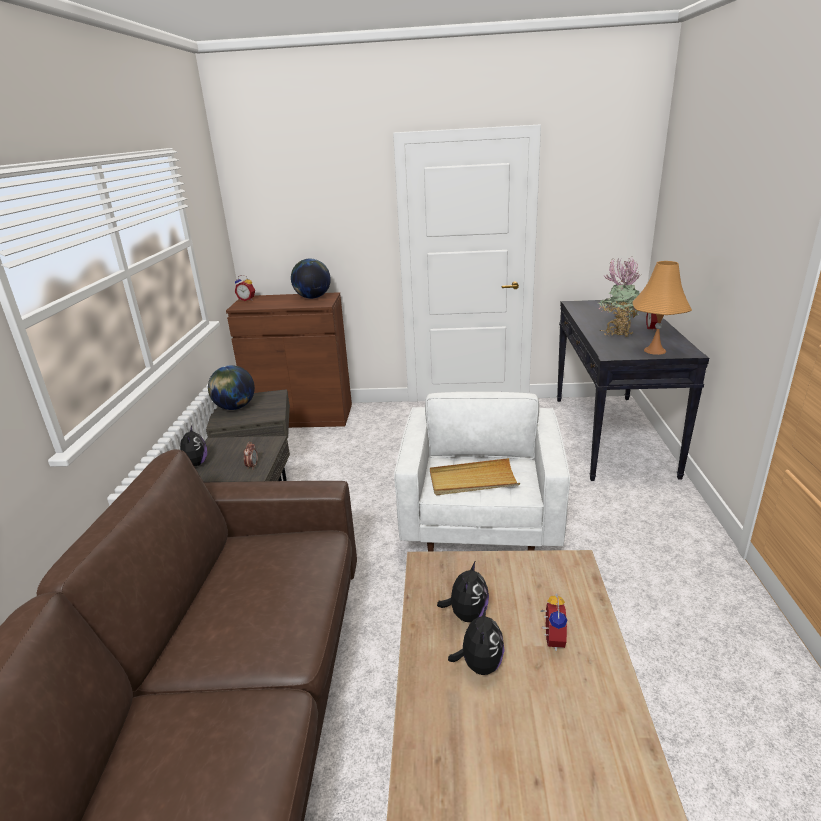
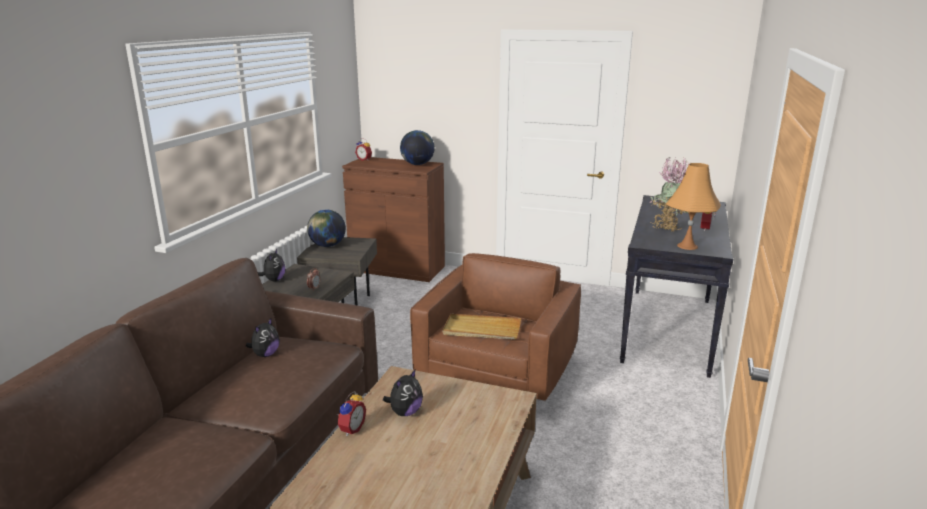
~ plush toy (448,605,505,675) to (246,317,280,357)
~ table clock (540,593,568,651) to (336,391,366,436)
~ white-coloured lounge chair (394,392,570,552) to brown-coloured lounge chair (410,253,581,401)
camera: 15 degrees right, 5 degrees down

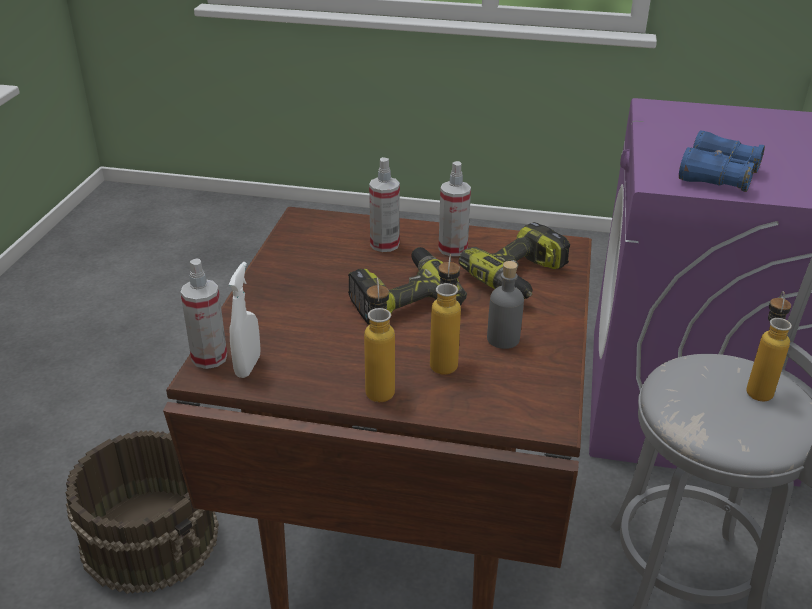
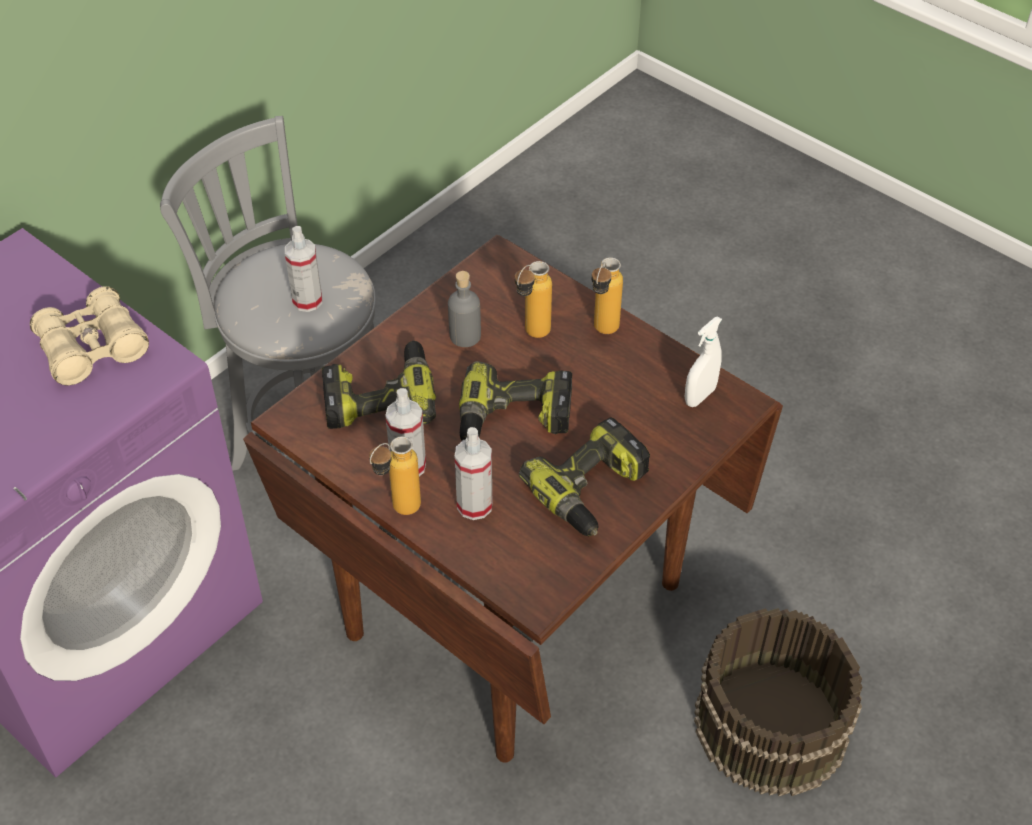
+ drill (519,417,650,536)
~ sprayer (180,258,227,369) to (285,226,322,312)
~ beverage bottle (746,291,792,401) to (369,436,421,515)
~ bluish field glasses (679,130,765,192) to beige-coloured field glasses (30,286,149,385)
camera: 150 degrees left, 15 degrees up

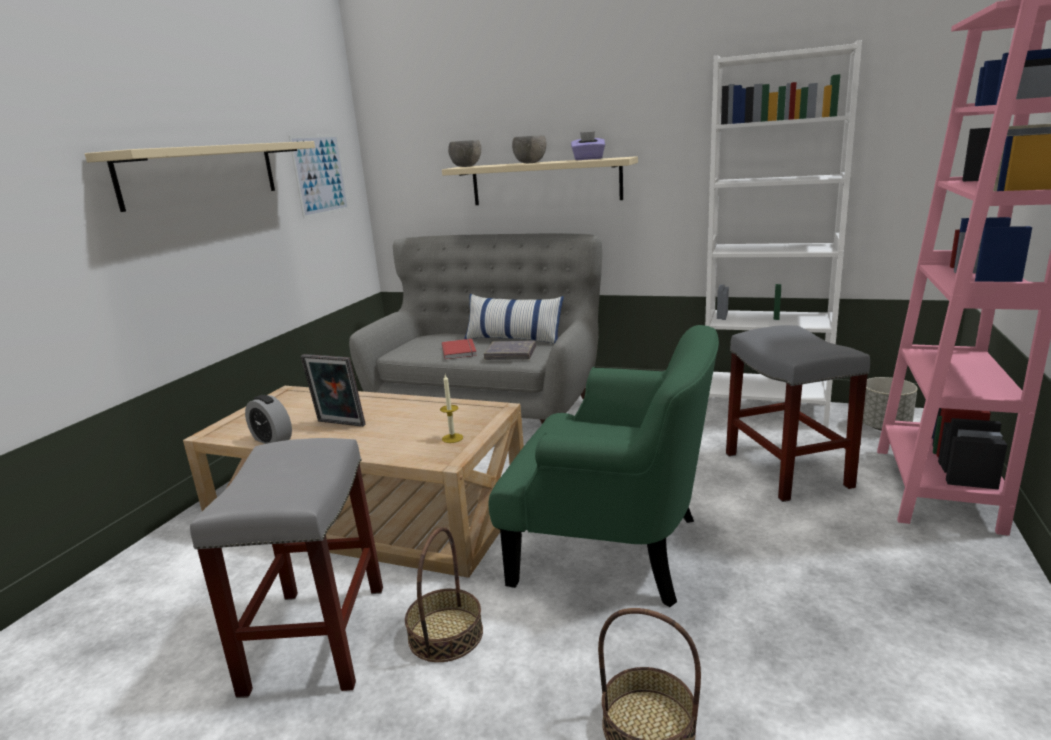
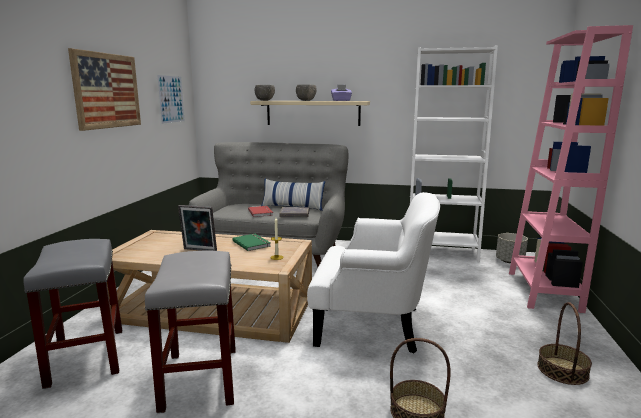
- table clock (245,395,292,444)
+ green-coloured book (232,234,270,251)
~ storage basket (405,527,483,662) to (537,302,592,385)
~ gray stool (726,325,870,502) to (24,239,122,389)
~ beige-coloured wall shelf (85,141,315,212) to picture (68,48,141,131)
~ green-coloured lounge chair (489,325,719,607) to white-coloured lounge chair (307,192,440,354)
camera: 10 degrees left, 5 degrees down

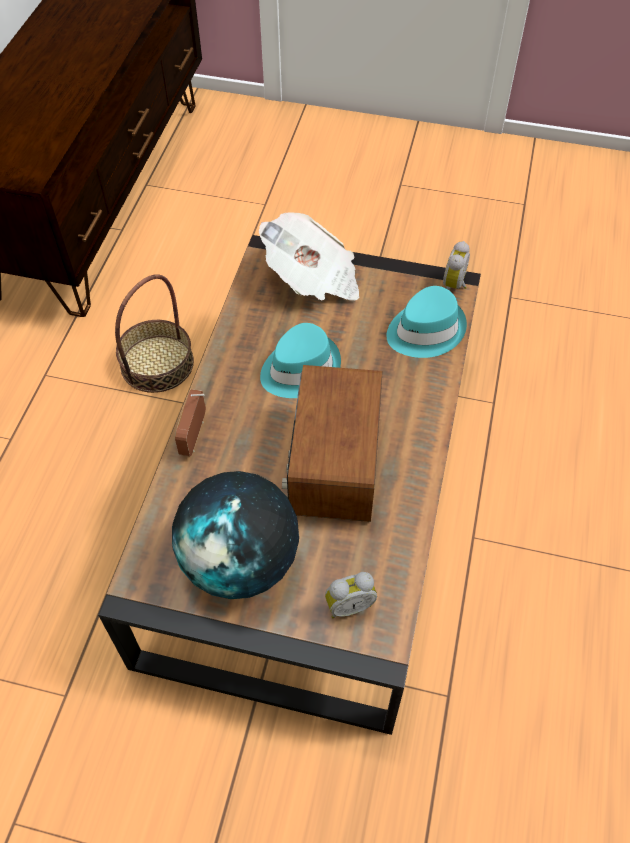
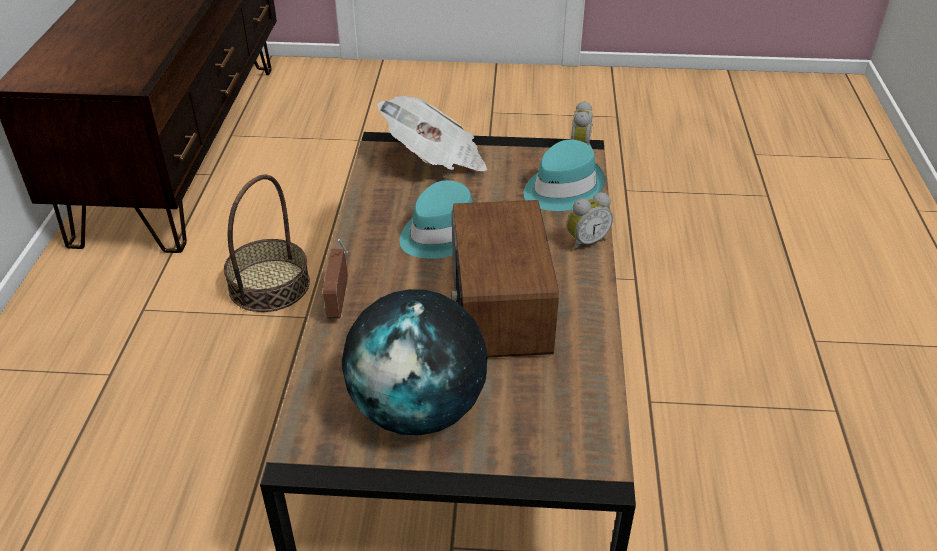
~ table clock (325,572,377,618) to (567,192,613,251)
camera: 10 degrees left, 15 degrees down

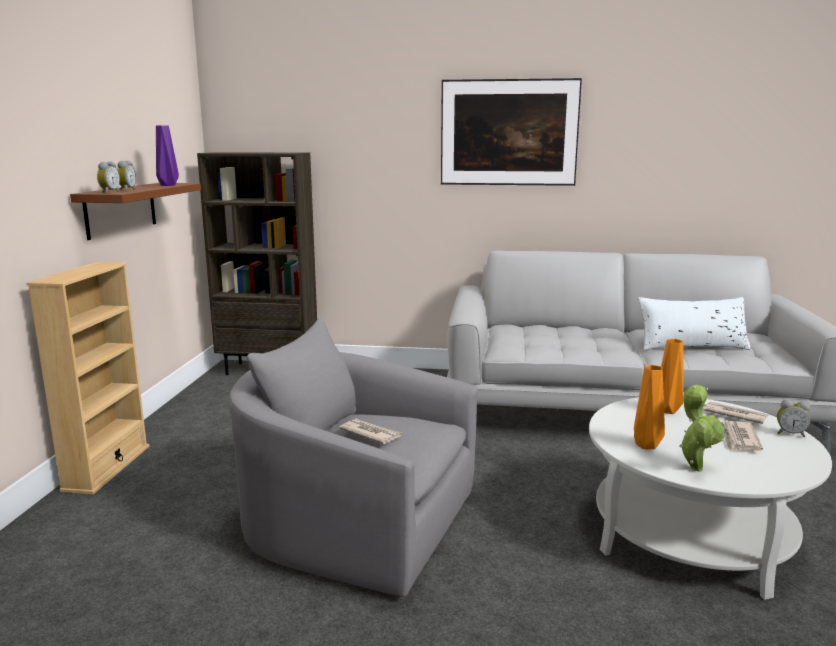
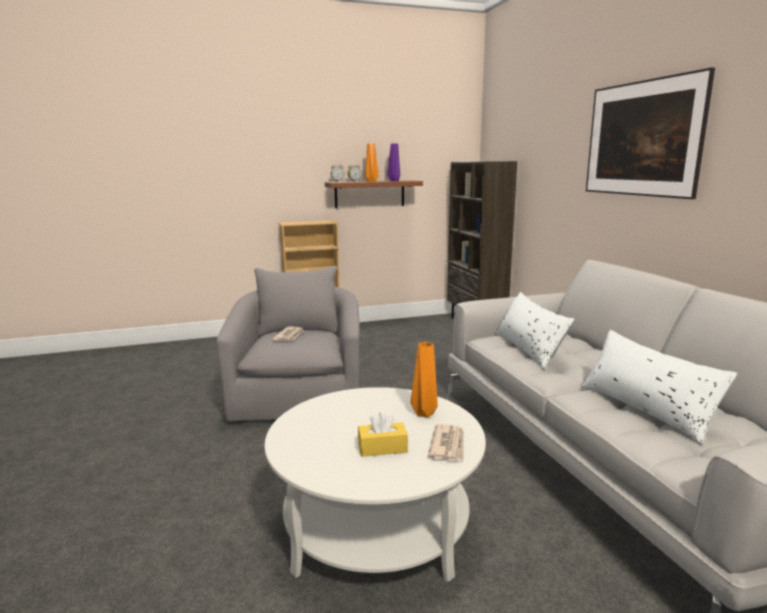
- potted plant (679,384,725,472)
- table clock (777,399,810,437)
+ white-coloured cushion (496,292,575,370)
~ orange-coloured decorative vase (634,365,665,449) to (365,143,379,182)
~ printed paper (722,421,763,451) to yellowish tissue box (358,411,408,457)
camera: 65 degrees right, 0 degrees up

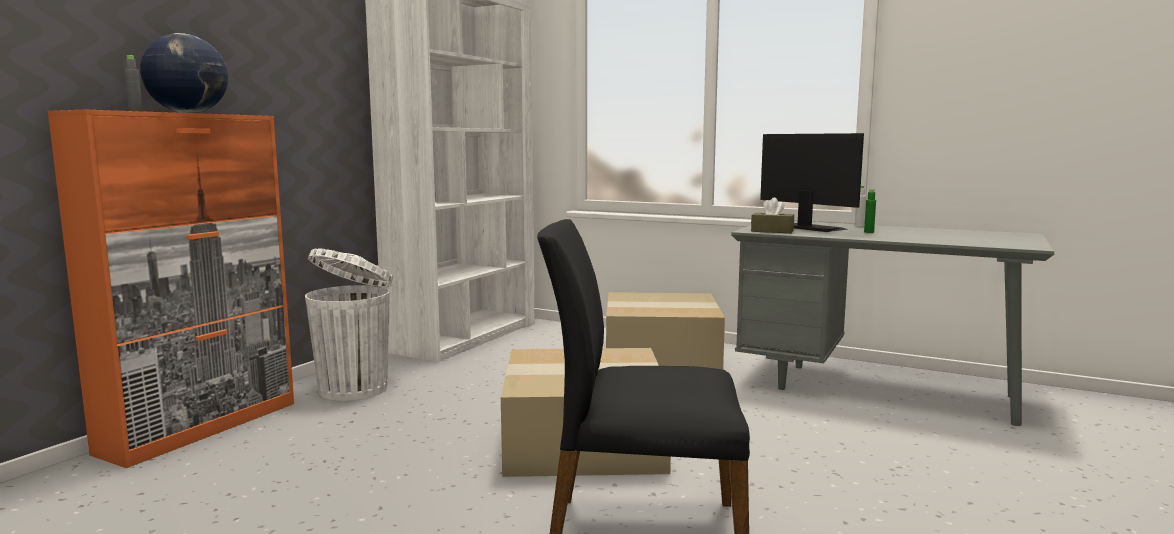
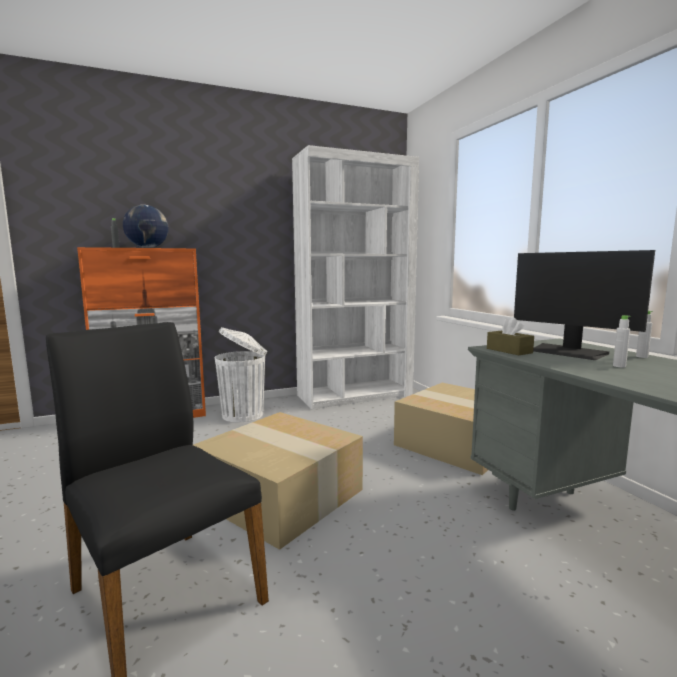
~ green-coloured beverage bottle (864,189,876,233) to white-coloured beverage bottle (613,315,631,368)
~ computer display (760,133,864,232) = (514,250,655,360) 135 degrees clockwise
camera: 40 degrees right, 0 degrees up

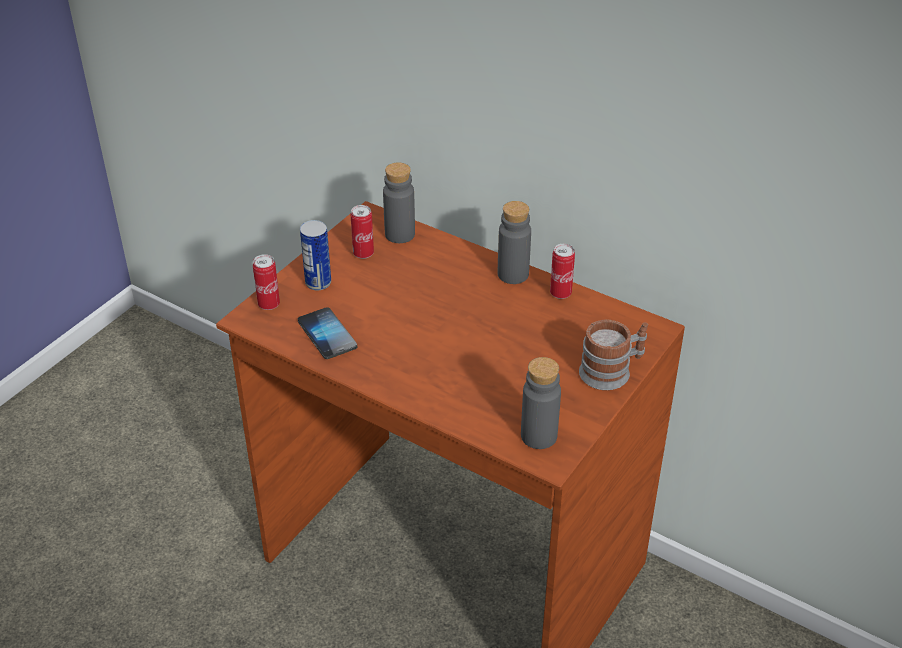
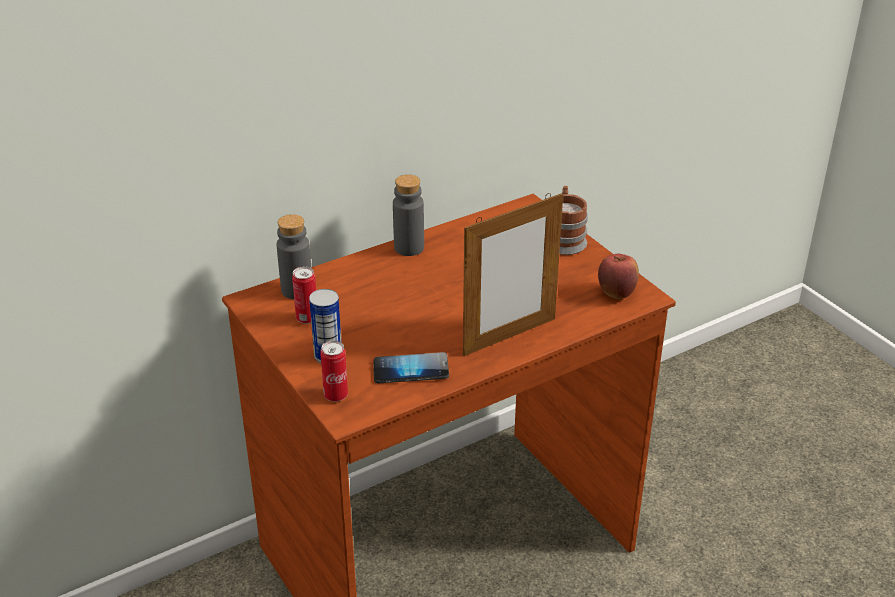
- can (550,244,575,299)
+ picture frame (463,193,563,356)
~ gray beverage bottle (521,357,561,449) to whole apple (598,254,639,299)
camera: 65 degrees left, 5 degrees down

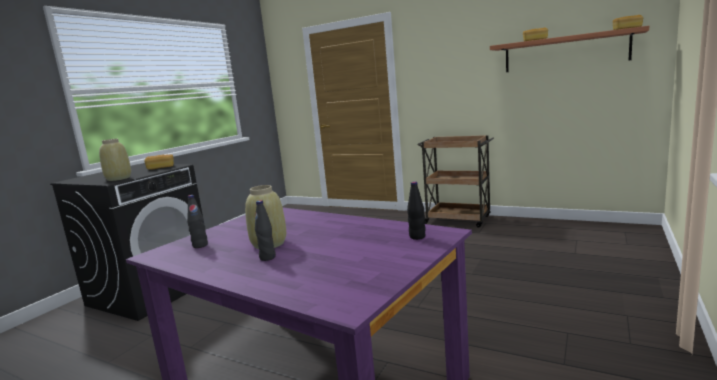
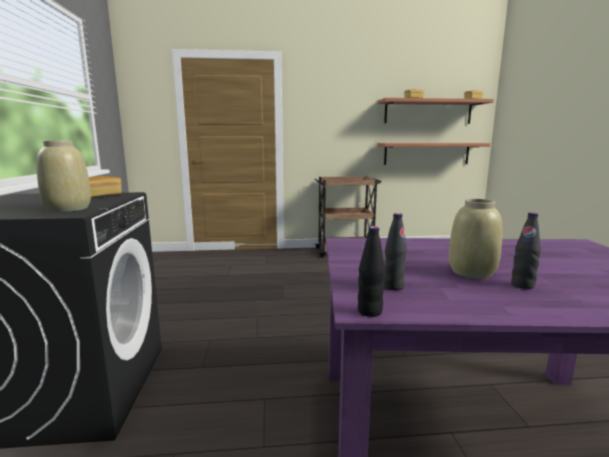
+ wall shelf (377,143,490,165)
~ blackish beverage bottle (407,181,426,240) to (358,226,385,317)
camera: 35 degrees left, 0 degrees up

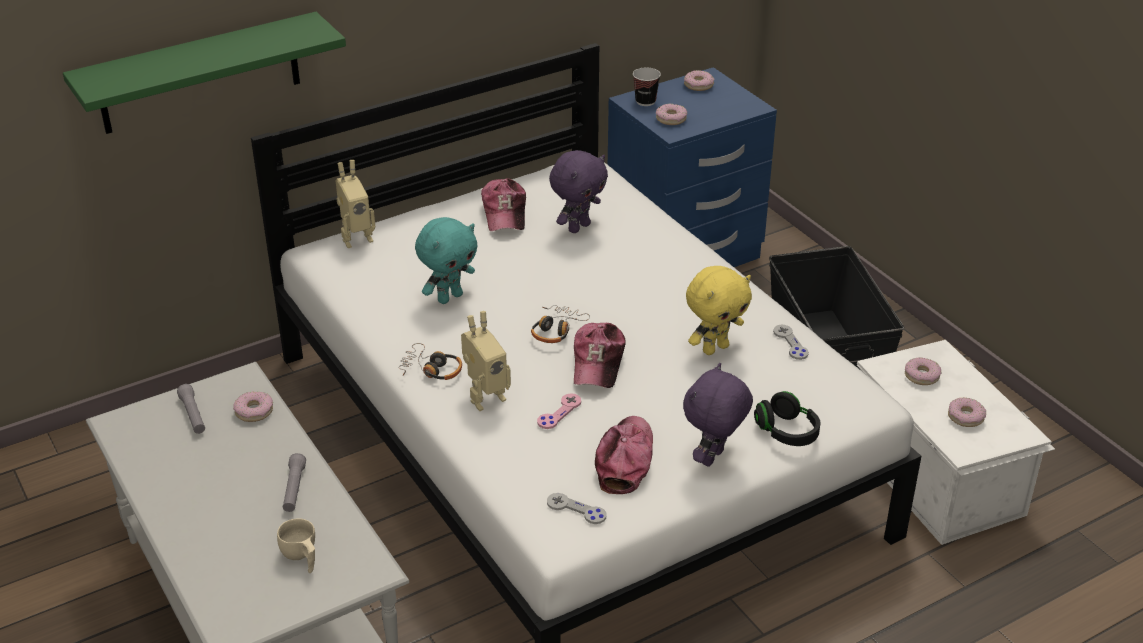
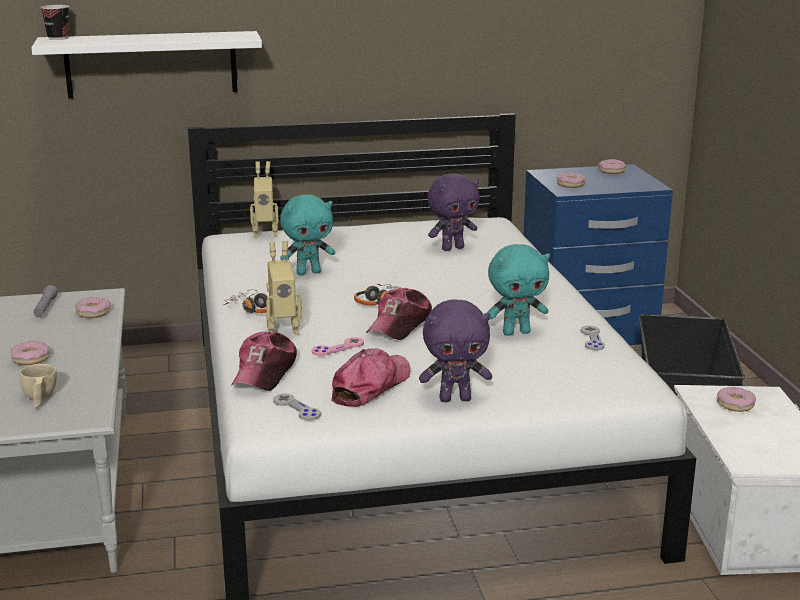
- gray hand torch (283,453,306,512)
- blackish headphones (754,391,821,446)
~ peaked cap (481,178,526,231) to (231,332,297,391)
~ cup (633,67,661,106) to (40,5,70,40)
~ doughnut (948,398,986,427) to (11,341,50,365)
~ green-coloured wall shelf (63,12,346,134) to white-coloured wall shelf (31,31,262,98)
~ yellowish plush toy (686,266,752,355) to turquoise plush toy (487,244,550,336)
~ purplish plush toy (683,363,753,467) = (419,299,492,402) 150 degrees counterclockwise
camera: 20 degrees right, 15 degrees down

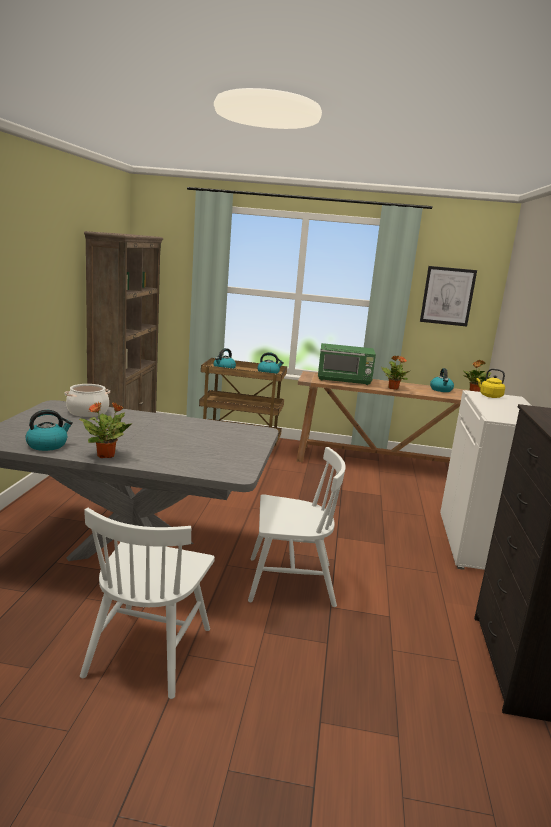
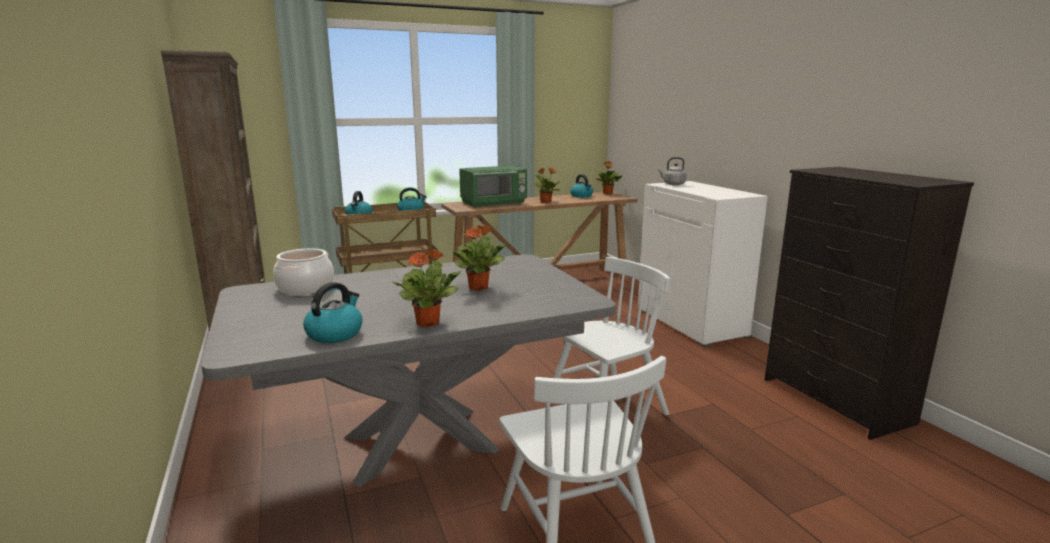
- picture (420,266,477,326)
+ potted plant (452,225,506,291)
~ yellowish water kettle (476,368,505,398) to gray water kettle (658,157,687,185)
camera: 30 degrees left, 0 degrees up

